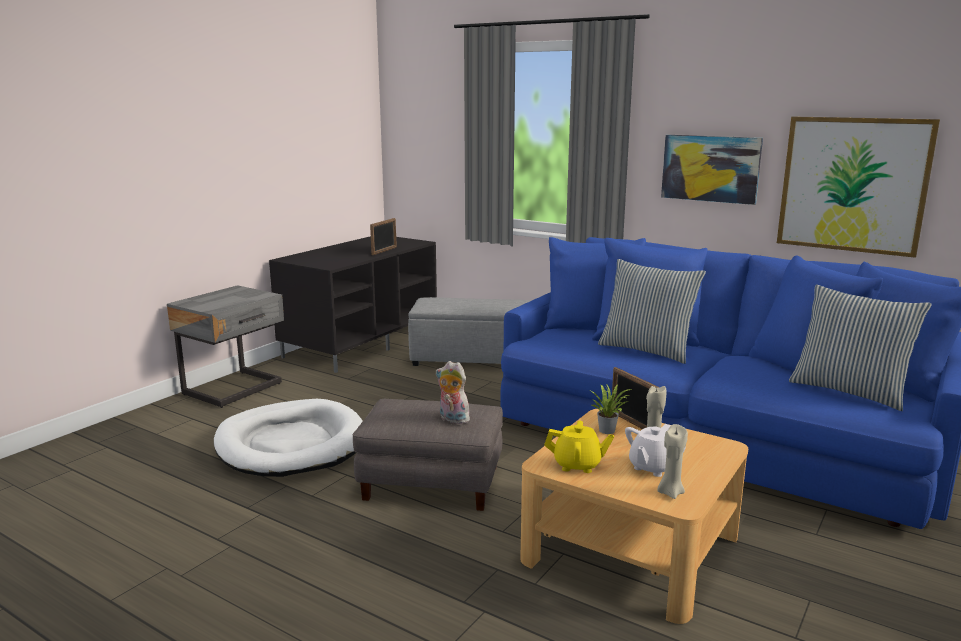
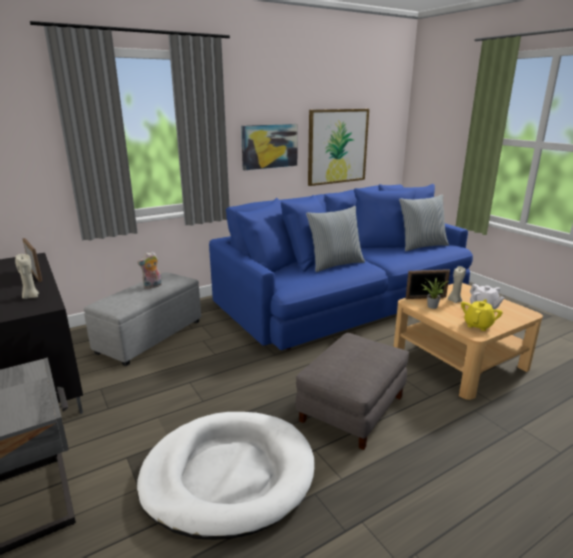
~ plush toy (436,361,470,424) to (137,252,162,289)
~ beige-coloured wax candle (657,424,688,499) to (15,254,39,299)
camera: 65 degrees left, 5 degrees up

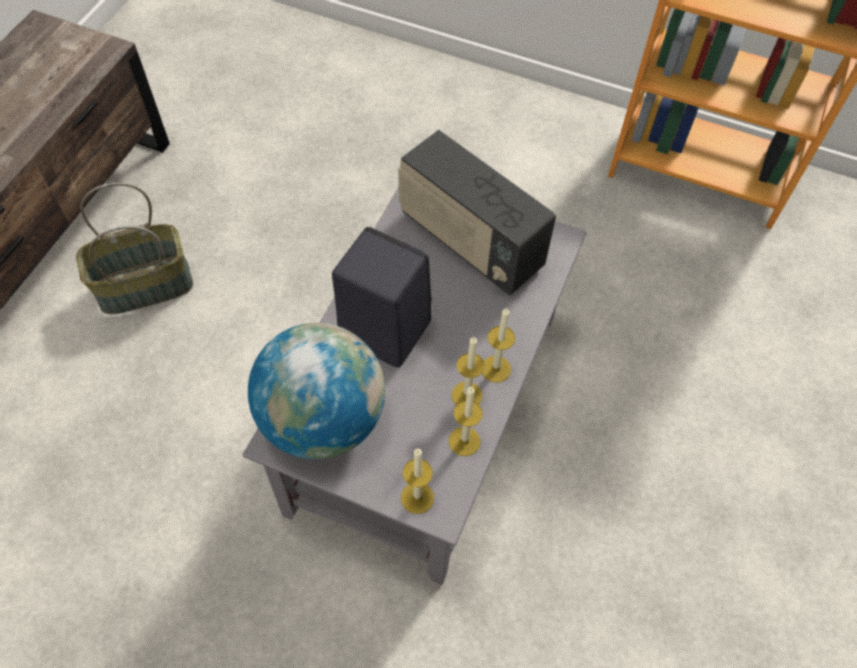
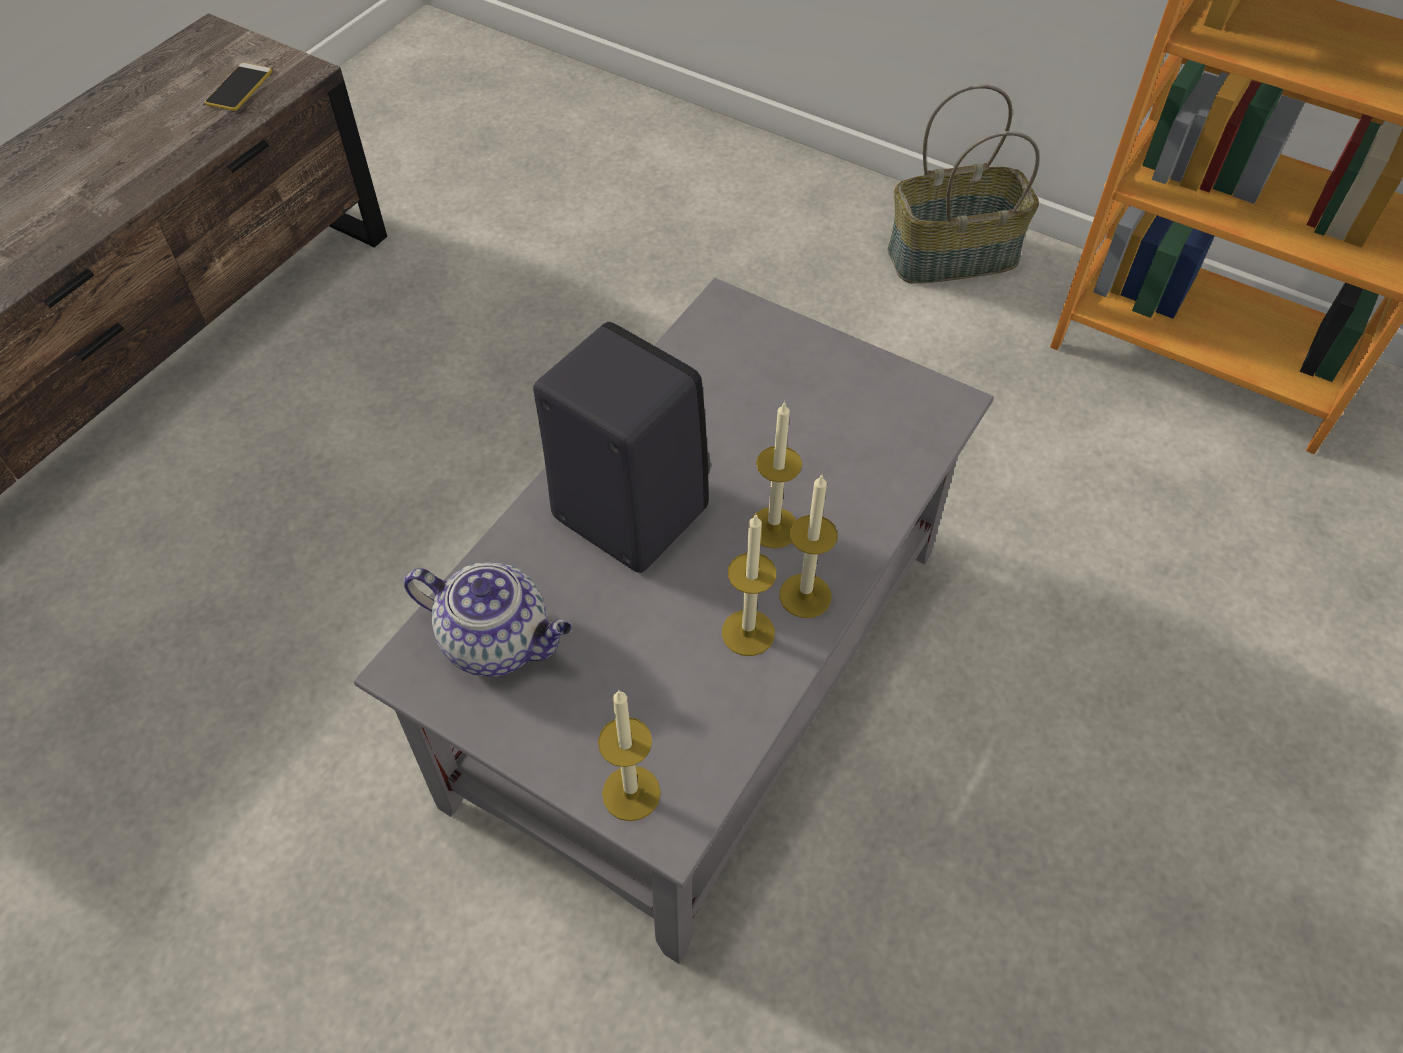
- radio receiver (398,130,556,295)
+ telephone (205,63,272,111)
~ storage basket (76,183,193,315) to (888,84,1040,284)
~ wax candle (449,386,482,456) to (751,401,802,548)
~ world globe (248,323,385,459) to tea pot (404,563,572,677)
camera: 10 degrees right, 5 degrees down

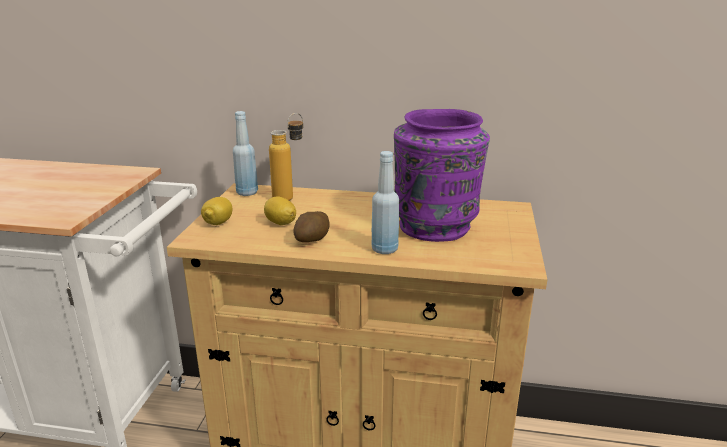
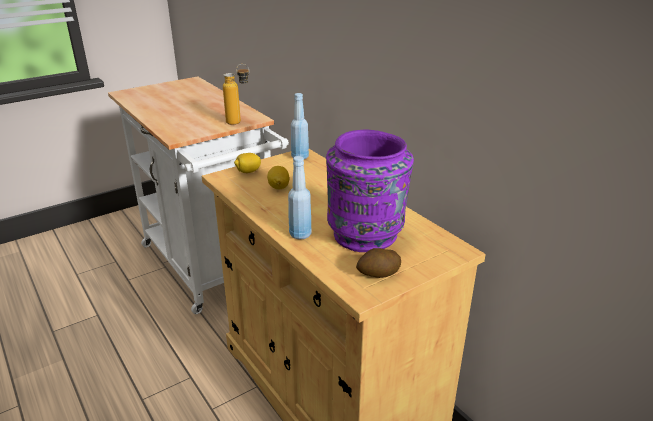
~ beverage bottle (269,113,303,201) to (223,64,249,125)
~ potato (293,211,330,242) to (356,248,401,278)
camera: 45 degrees right, 5 degrees up

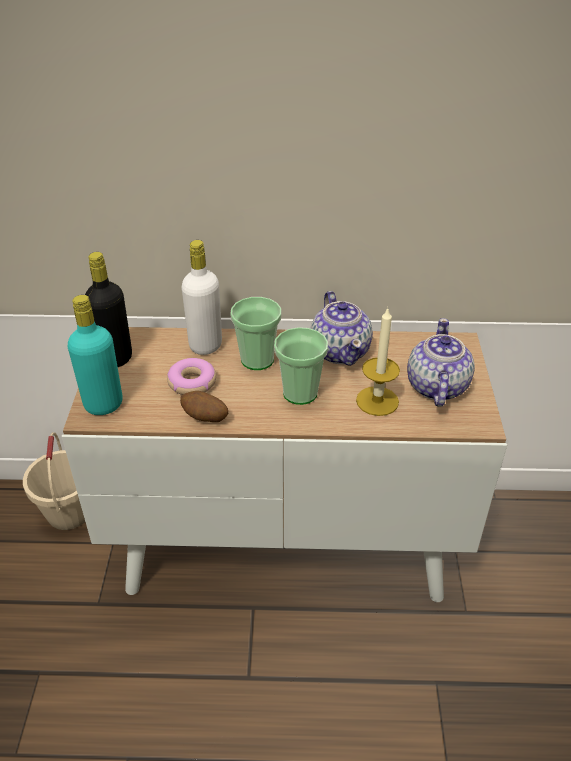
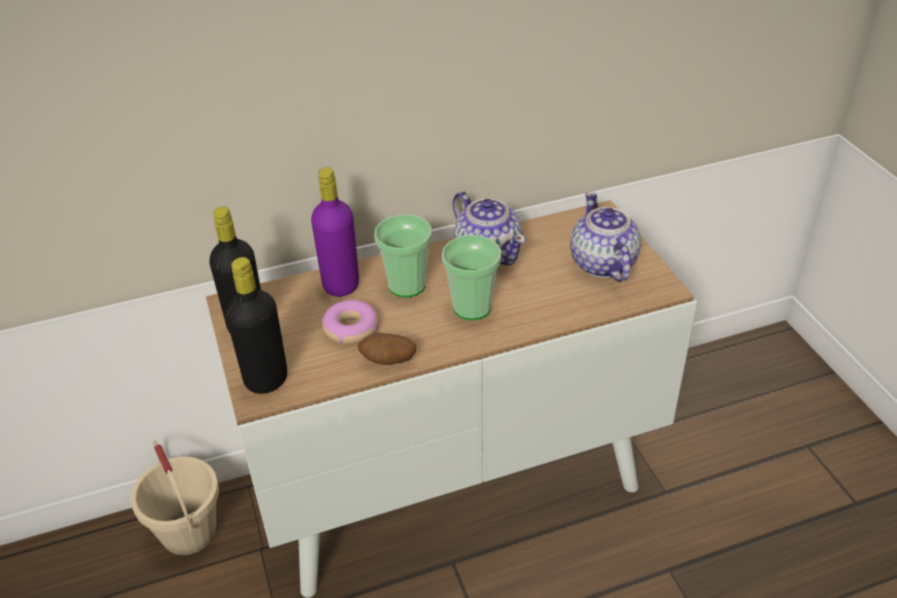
- wax candle (356,308,400,416)
~ turquoise beverage bottle (68,295,122,415) to blackish beverage bottle (226,257,287,394)
~ white-coloured beverage bottle (181,240,222,355) to purplish beverage bottle (311,167,359,297)
camera: 20 degrees left, 0 degrees up

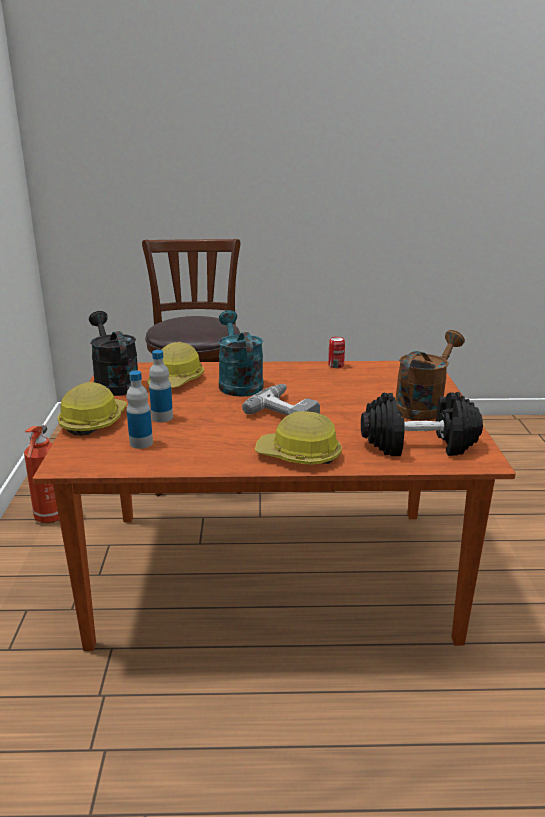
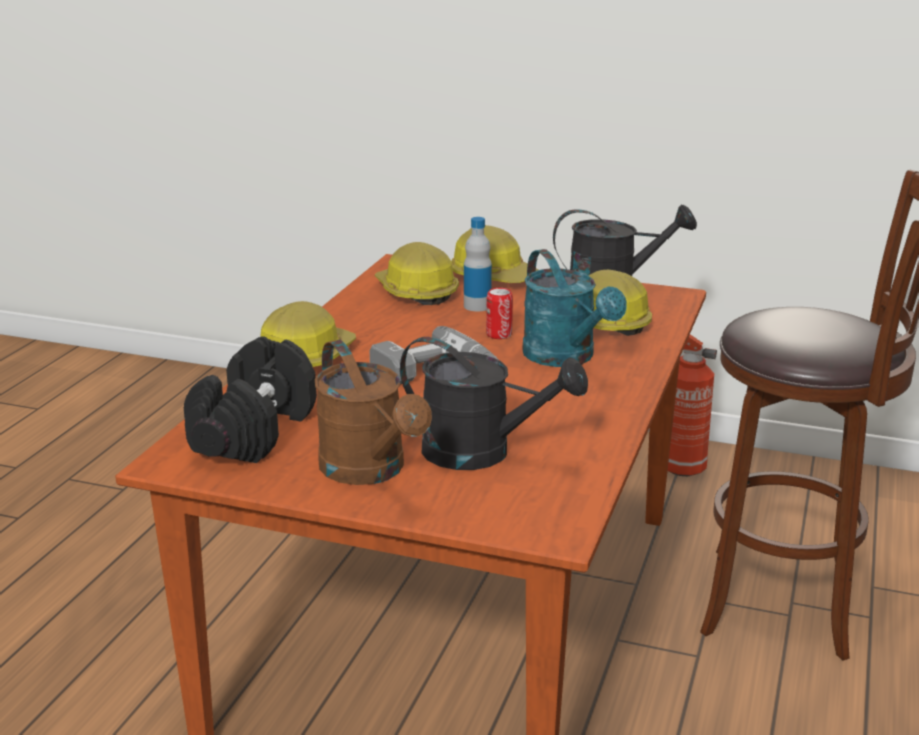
+ blackish watering can (400,337,588,470)
~ can (328,337,345,368) to (486,288,513,339)
~ beverage bottle (126,371,153,449) to safety helmet (375,242,459,305)
~ turquoise watering can (218,310,264,397) = (522,249,627,367) 60 degrees clockwise
camera: 110 degrees right, 0 degrees up

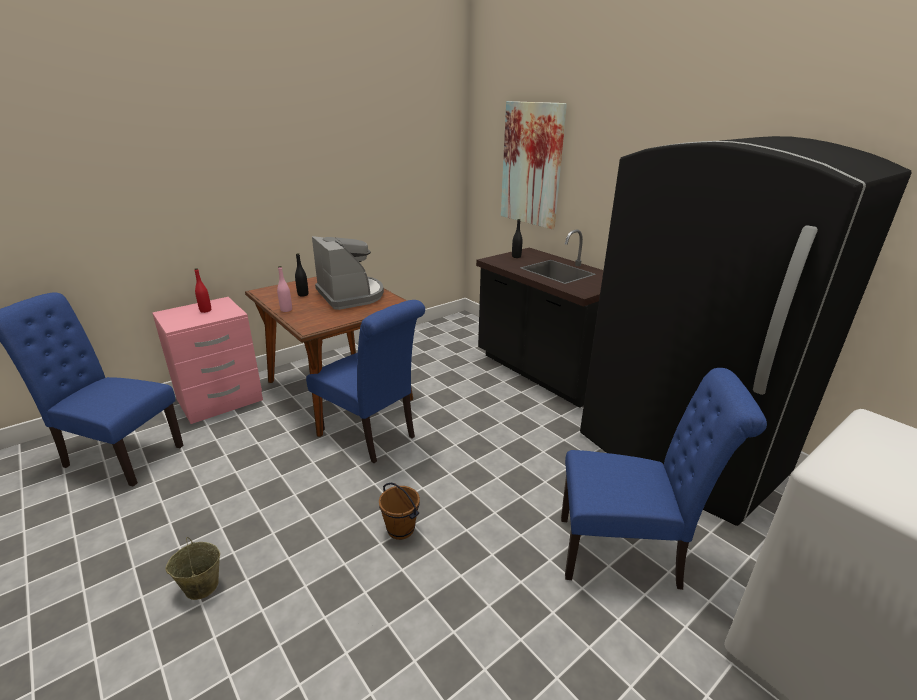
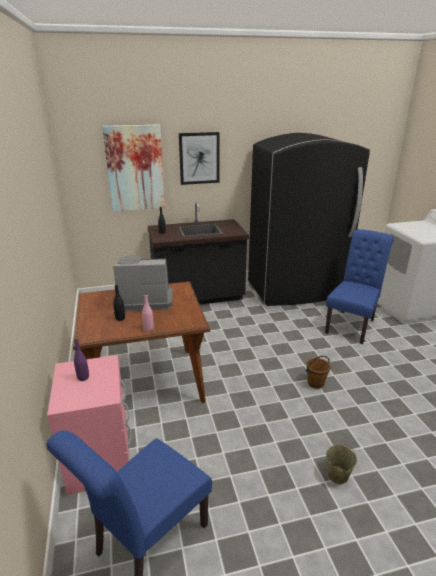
- bluish plain chair (306,300,425,463)
+ picture (179,132,220,185)
~ reddish beverage bottle (194,268,211,313) to purplish beverage bottle (74,339,89,381)
camera: 65 degrees left, 0 degrees up

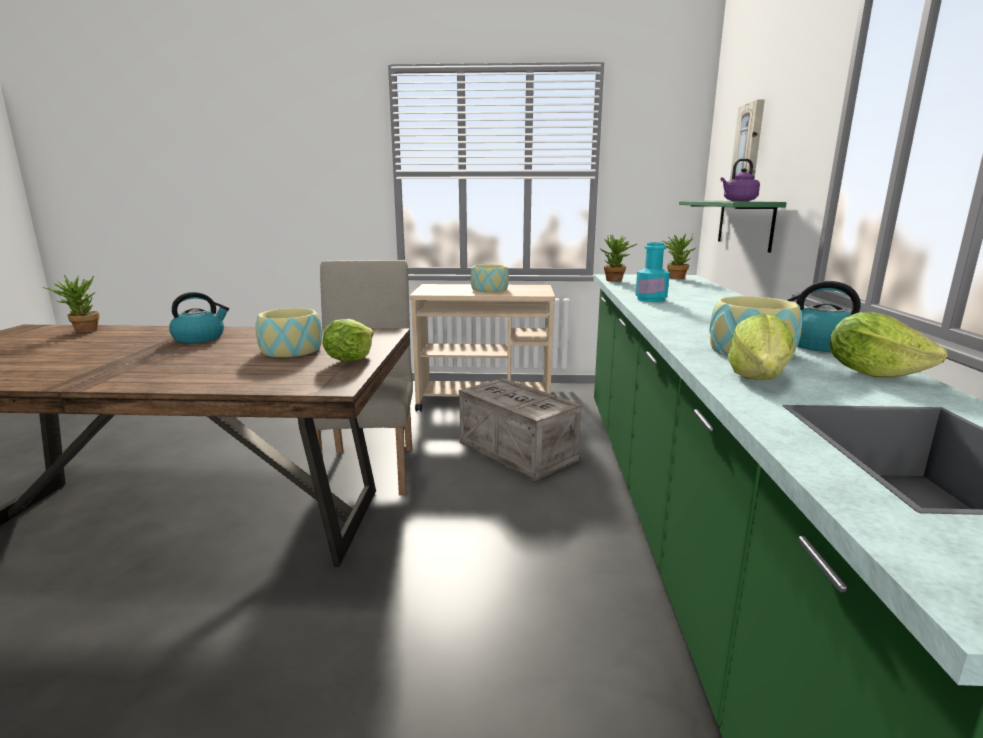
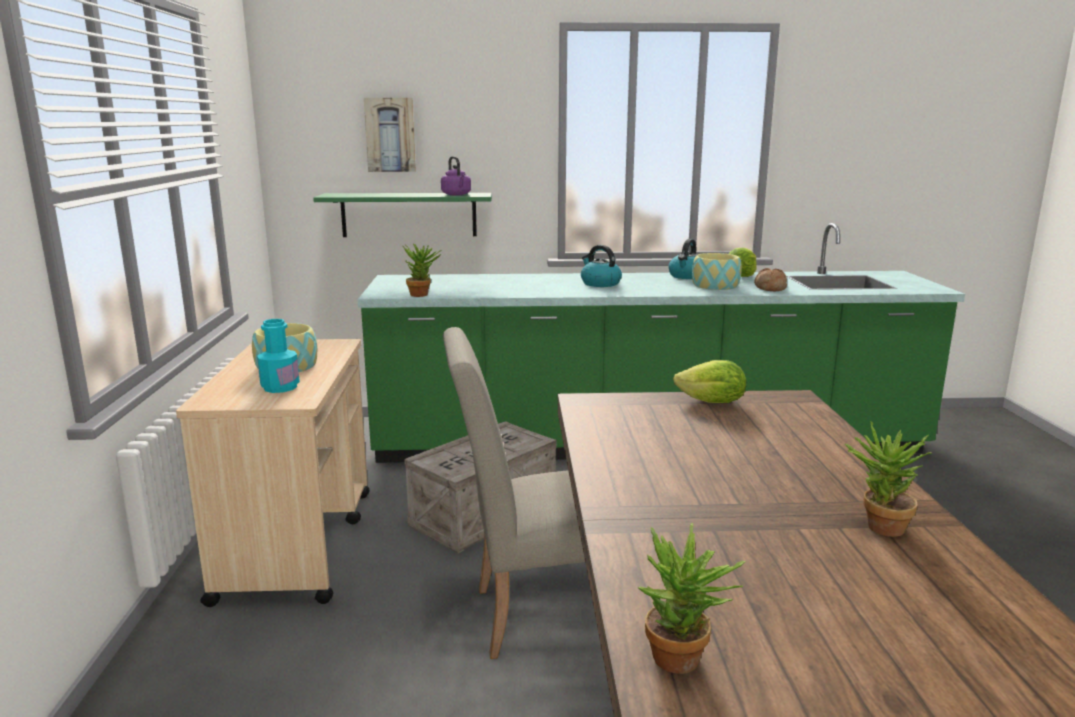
- serving bowl (255,308,322,357)
~ water kettle (169,292,229,343) to (581,245,622,287)
~ turquoise beverage bottle (635,242,670,302) to (257,319,300,393)
~ potted plant (662,234,697,279) to (845,421,932,537)
~ lettuce (728,314,793,380) to baked bread (754,268,787,291)
camera: 95 degrees left, 0 degrees up

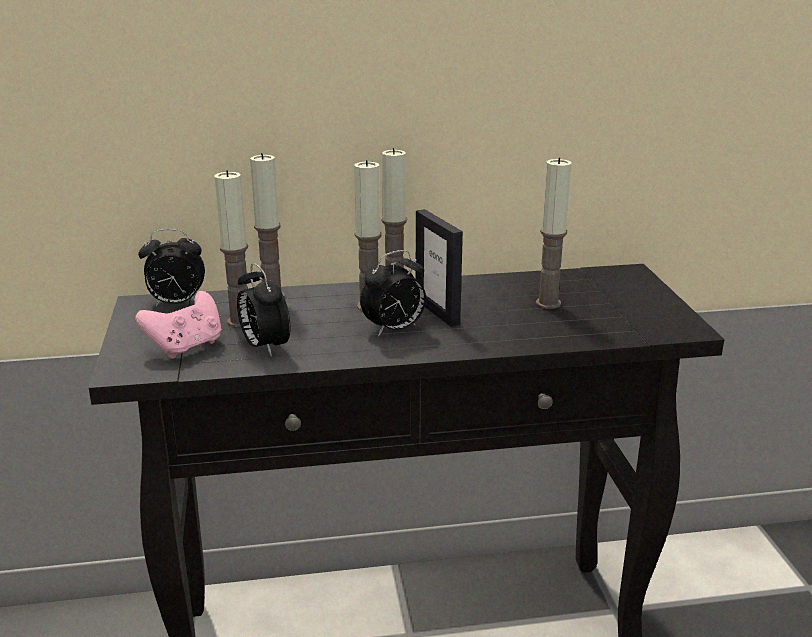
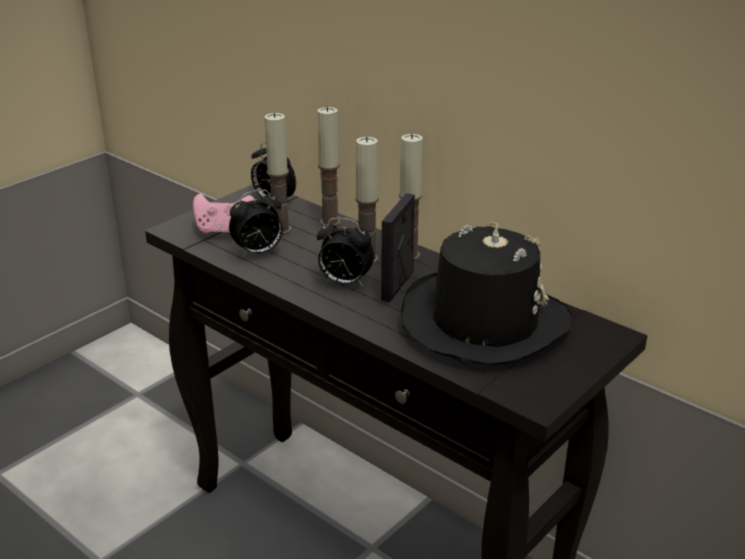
~ wax candle (536,157,572,309) to blackish wearable hat (400,222,572,365)
~ table clock (237,263,290,357) = (229,189,283,258) 135 degrees counterclockwise
camera: 50 degrees right, 5 degrees up

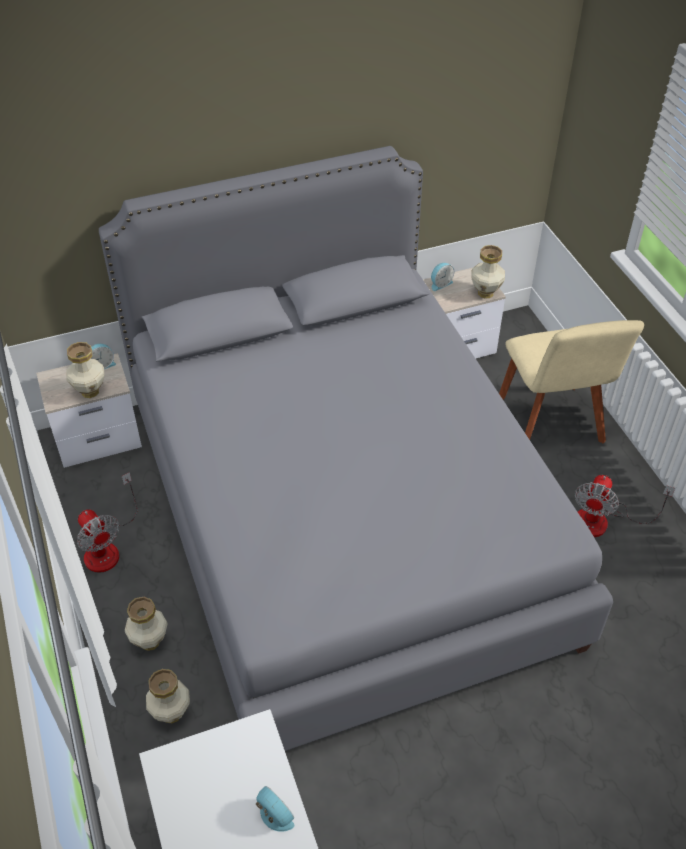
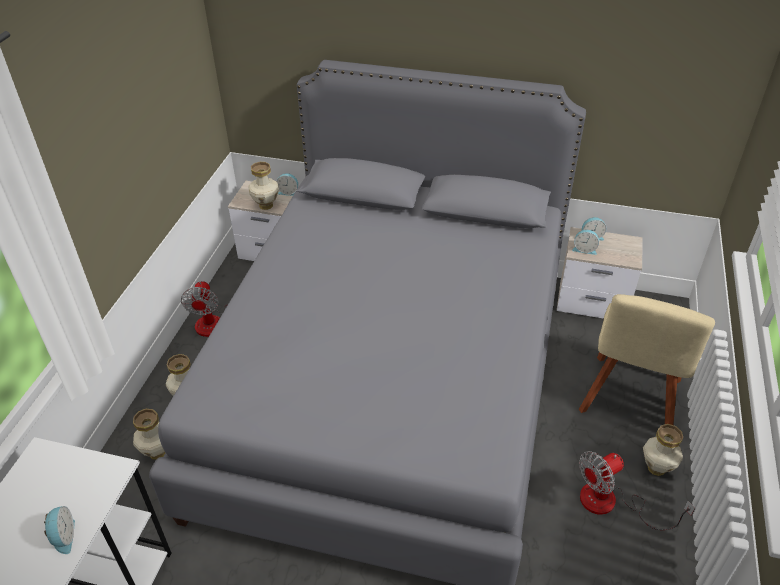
+ table clock (572,230,599,255)
~ decorative vase (471,245,505,299) to (643,424,683,476)
camera: 35 degrees right, 5 degrees down

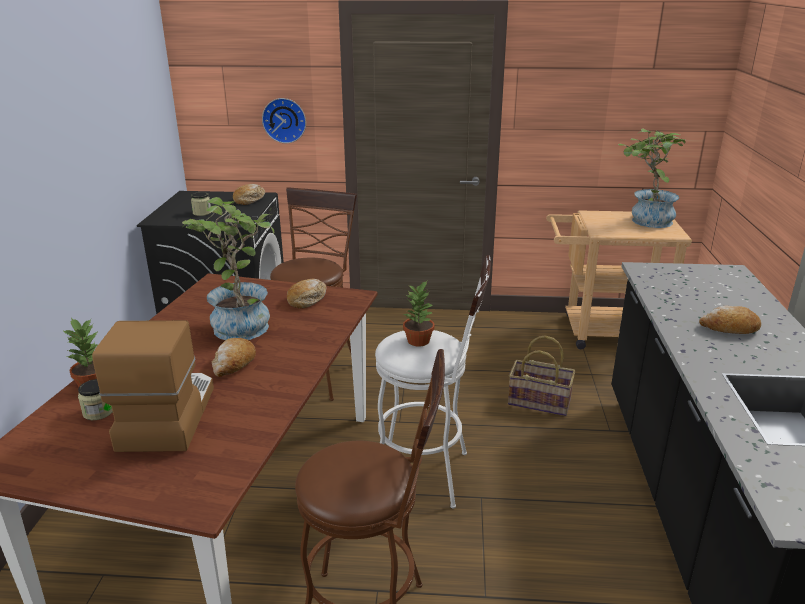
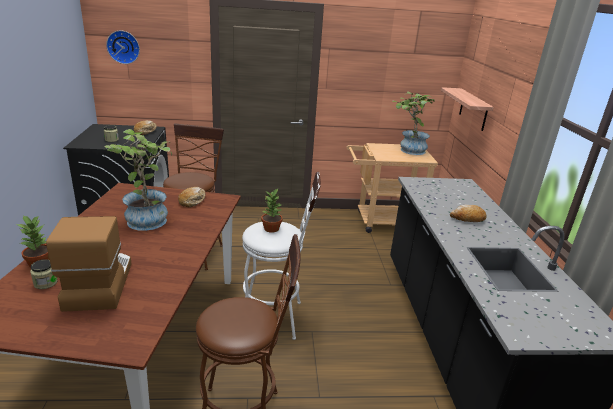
- baked bread (212,338,256,377)
- storage basket (508,335,575,416)
+ wall shelf (441,87,494,131)
~ hanging clock (262,98,306,143) to (106,30,140,64)
camera: 10 degrees left, 0 degrees up

